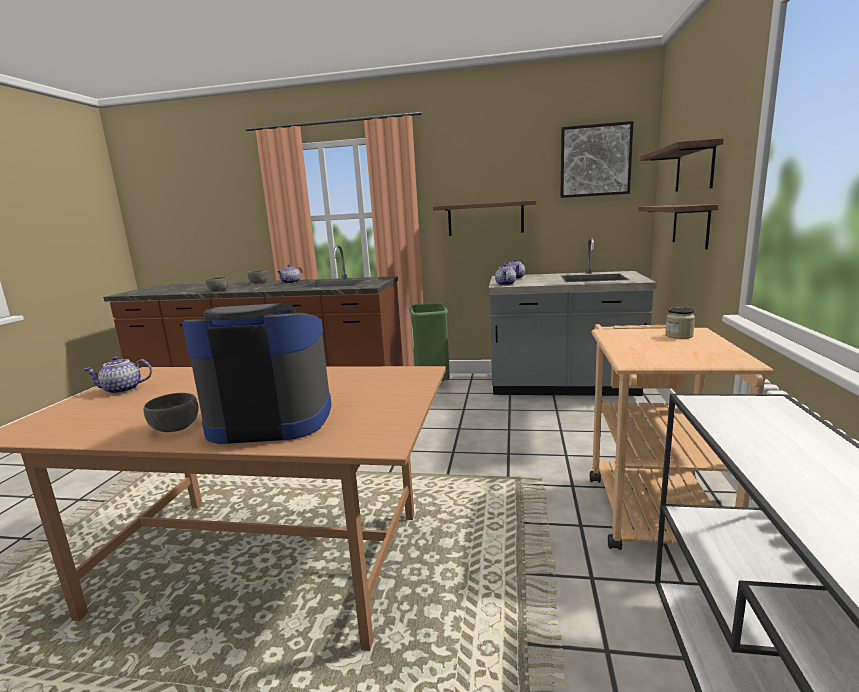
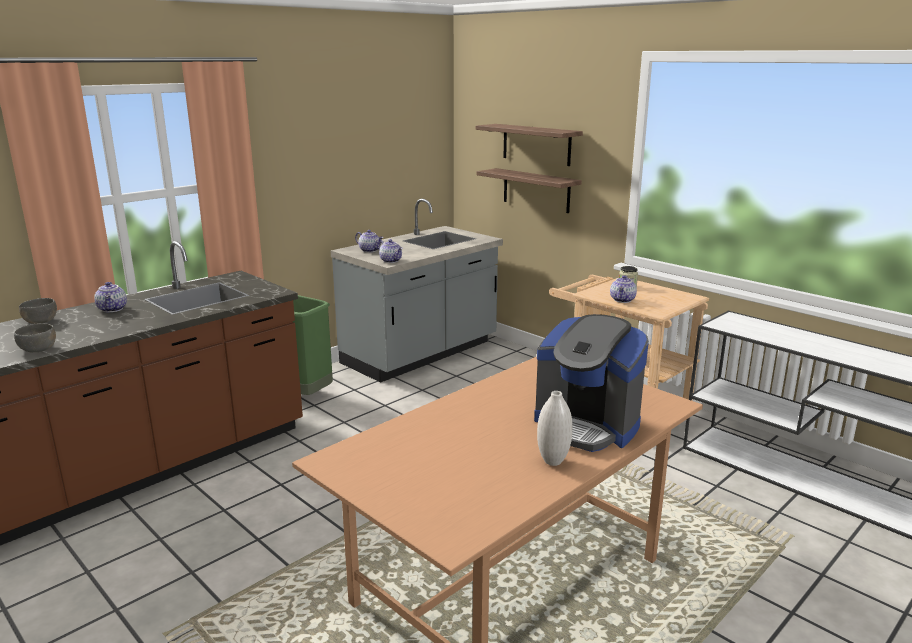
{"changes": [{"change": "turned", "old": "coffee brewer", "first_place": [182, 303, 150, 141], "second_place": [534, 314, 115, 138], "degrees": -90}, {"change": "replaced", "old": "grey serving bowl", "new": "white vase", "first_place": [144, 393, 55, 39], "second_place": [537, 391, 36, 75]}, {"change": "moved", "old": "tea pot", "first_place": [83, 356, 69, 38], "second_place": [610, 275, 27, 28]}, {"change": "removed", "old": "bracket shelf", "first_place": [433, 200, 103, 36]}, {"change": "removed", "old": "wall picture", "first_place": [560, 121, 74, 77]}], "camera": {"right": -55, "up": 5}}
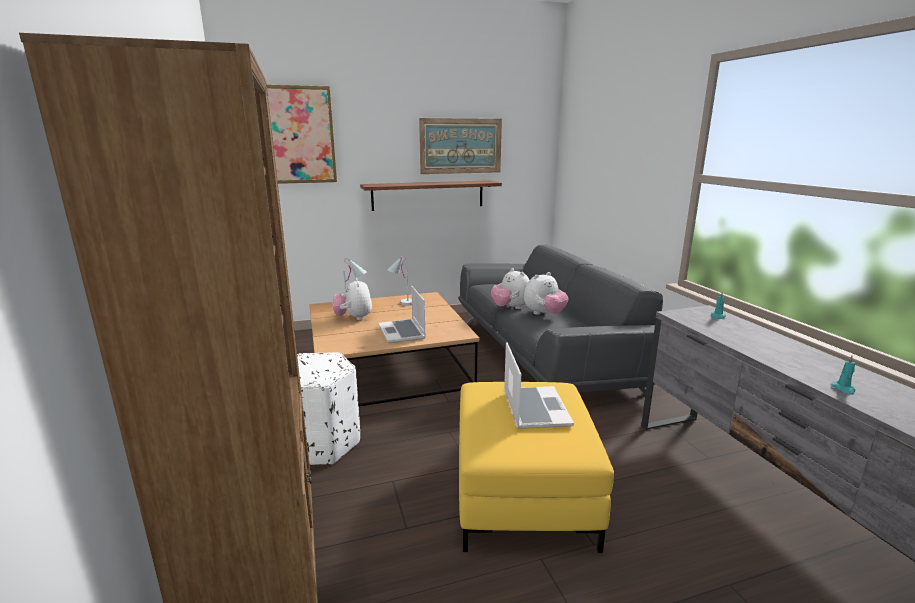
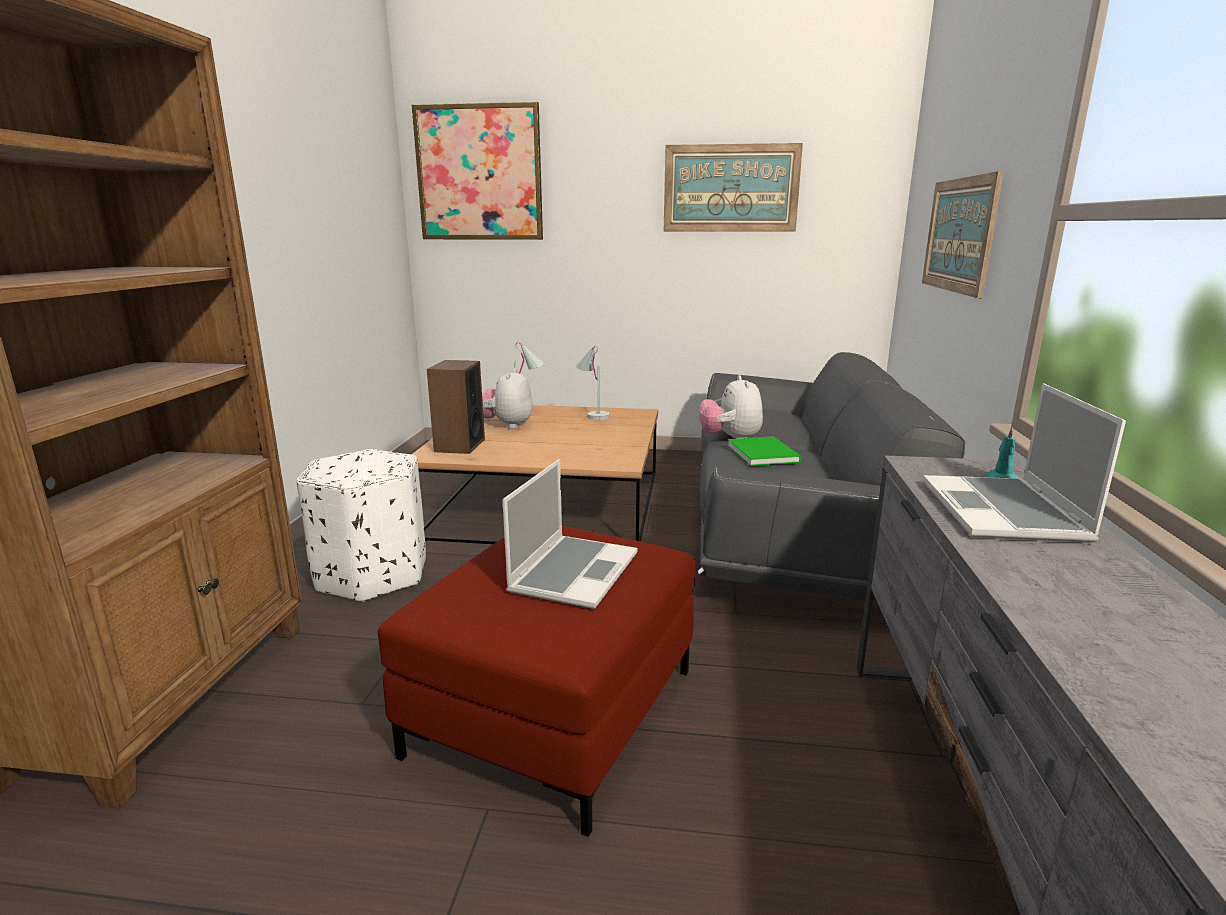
{"changes": [{"change": "recoloured", "old": "yellow-coloured pouffe", "new": "reddish pouffe", "first_place": [459, 382, 155, 171], "second_place": [377, 526, 318, 311]}, {"change": "added", "new": "loudspeaker", "second_place": [427, 360, 58, 94]}, {"change": "replaced", "old": "soft toy", "new": "greenish bound book", "first_place": [524, 272, 45, 43], "second_place": [727, 436, 75, 30]}, {"change": "added", "new": "wall picture", "second_place": [922, 171, 82, 127]}, {"change": "moved", "old": "notebook computer", "first_place": [379, 286, 47, 57], "second_place": [923, 383, 203, 160]}, {"change": "removed", "old": "bracket shelf", "first_place": [360, 180, 142, 31]}, {"change": "removed", "old": "turquoise-coloured wax light", "first_place": [831, 355, 25, 40]}], "camera": {"right": 25, "up": 0}}
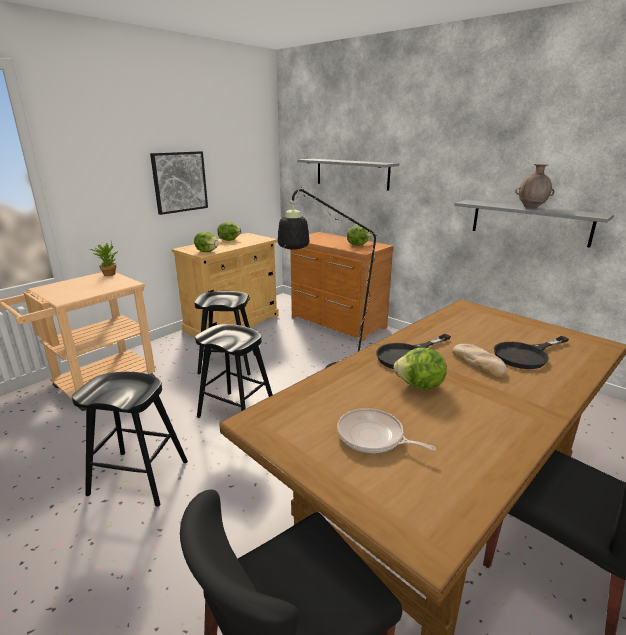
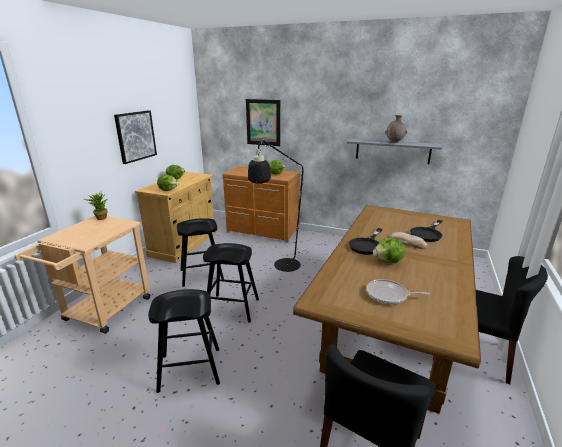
{"changes": [{"change": "replaced", "old": "grey bracket shelf", "new": "wall picture", "first_place": [297, 159, 103, 32], "second_place": [246, 99, 34, 47]}], "camera": {"right": -20, "up": 0}}
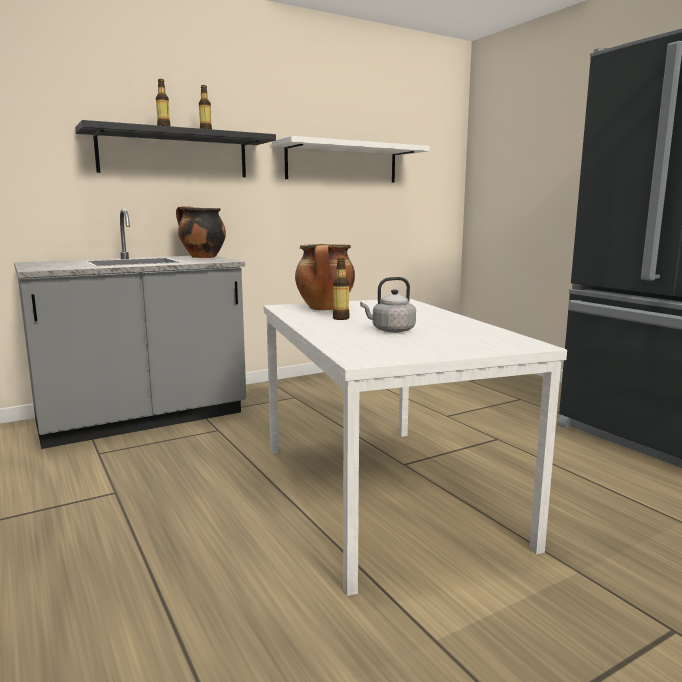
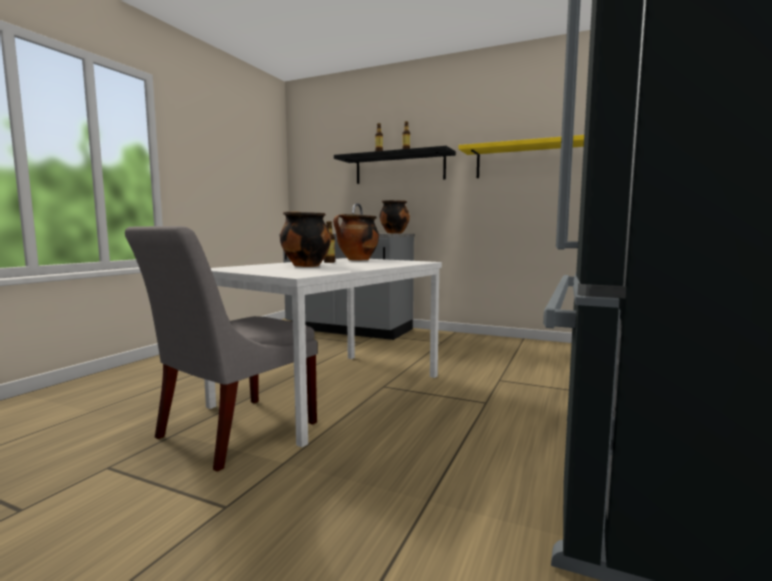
{"changes": [{"change": "added", "new": "grey chair", "second_place": [125, 226, 193, 246]}, {"change": "replaced", "old": "grey tea kettle", "new": "cooking pot", "first_place": [360, 277, 56, 56], "second_place": [280, 211, 51, 56]}, {"change": "recoloured", "old": "white bracket shelf", "new": "yellow-coloured bracket shelf", "first_place": [272, 136, 157, 47], "second_place": [458, 135, 126, 43]}], "camera": {"right": 55, "up": -5}}
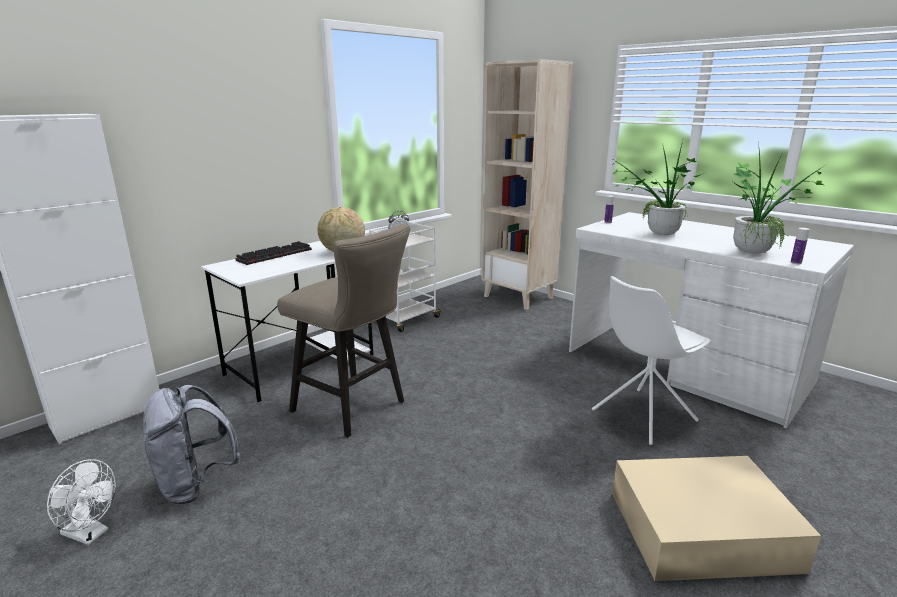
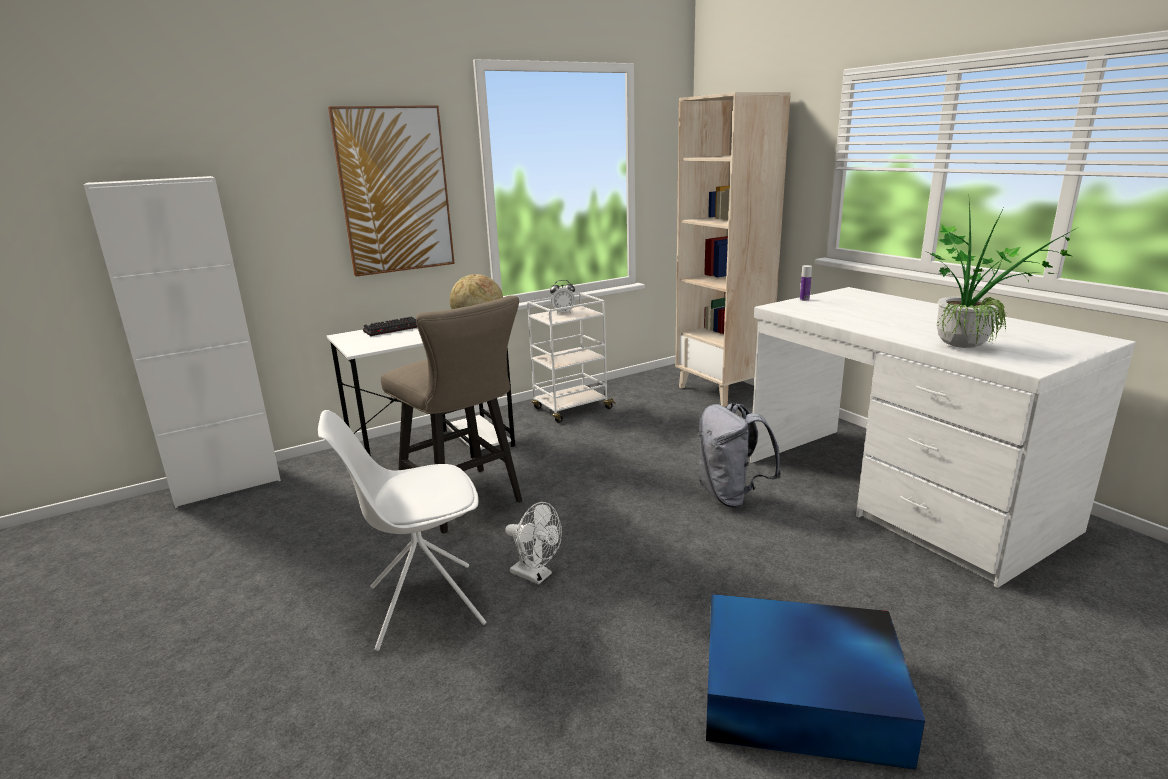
{"changes": [{"change": "moved", "old": "white chair", "first_place": [592, 276, 118, 169], "second_place": [318, 410, 168, 241]}, {"change": "added", "new": "wall picture", "second_place": [328, 105, 127, 172]}, {"change": "moved", "old": "white fan", "first_place": [47, 459, 69, 86], "second_place": [505, 502, 57, 83]}, {"change": "moved", "old": "grey rucksack", "first_place": [142, 385, 99, 119], "second_place": [698, 403, 83, 105]}, {"change": "recoloured", "old": "beige-coloured storage box", "new": "bluish storage box", "first_place": [612, 456, 209, 125], "second_place": [706, 594, 219, 176]}, {"change": "removed", "old": "potted plant", "first_place": [611, 141, 95, 94]}, {"change": "removed", "old": "bottle", "first_place": [791, 228, 19, 36]}], "camera": {"right": 15, "up": 0}}
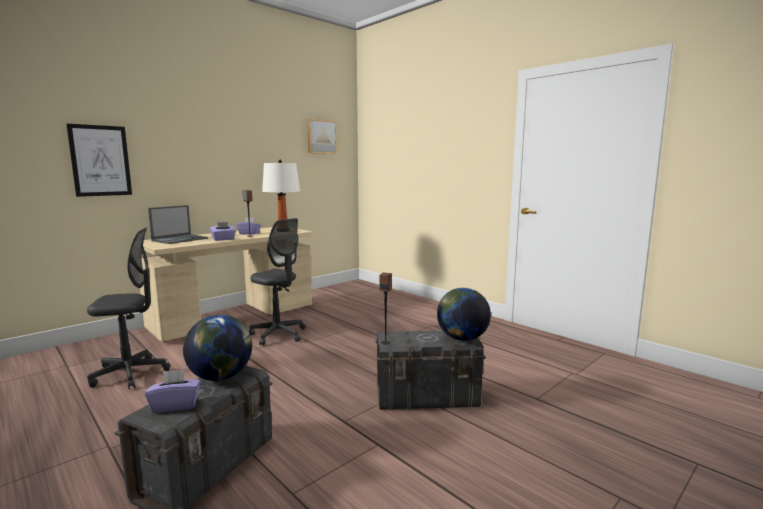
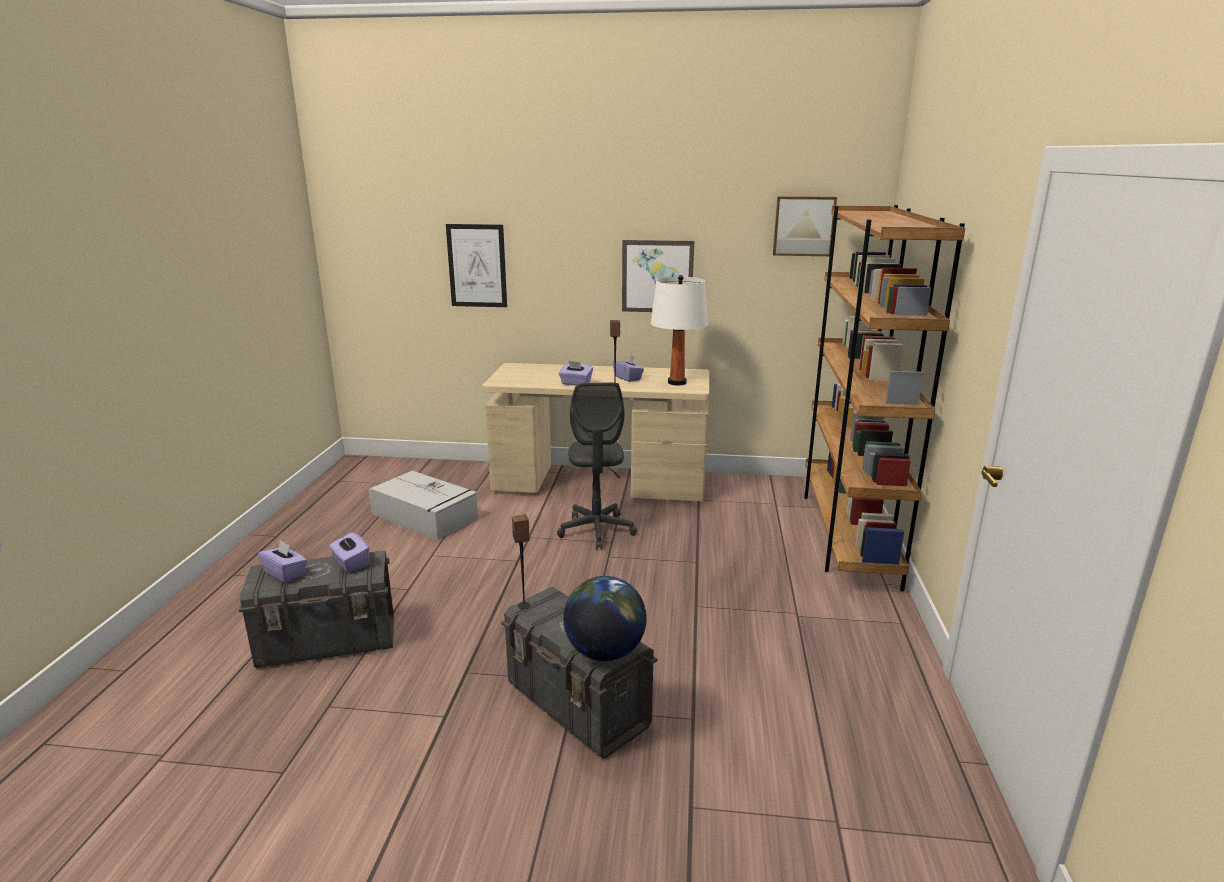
{"changes": [{"change": "replaced", "old": "world globe", "new": "purple tissue box", "first_place": [183, 315, 69, 66], "second_place": [329, 532, 41, 41]}, {"change": "replaced", "old": "grey computer chair", "new": "grey storage box", "first_place": [87, 227, 84, 162], "second_place": [368, 471, 110, 69]}, {"change": "added", "new": "wall picture", "second_place": [622, 240, 72, 72]}, {"change": "added", "new": "brownish bookshelf", "second_place": [804, 205, 161, 387]}, {"change": "removed", "old": "notebook computer", "first_place": [148, 205, 60, 39]}], "camera": {"right": 50, "up": 10}}
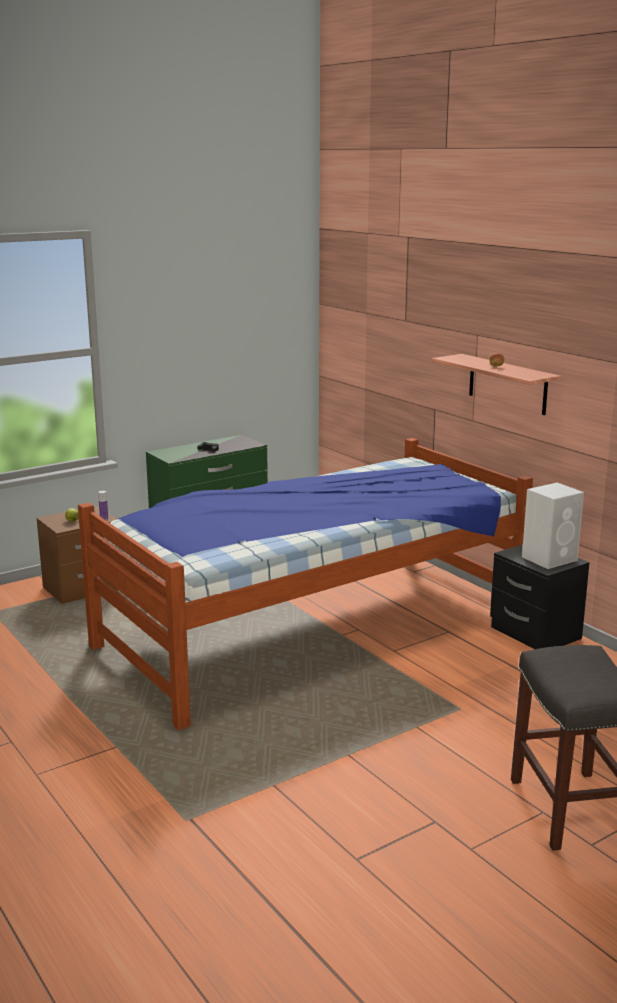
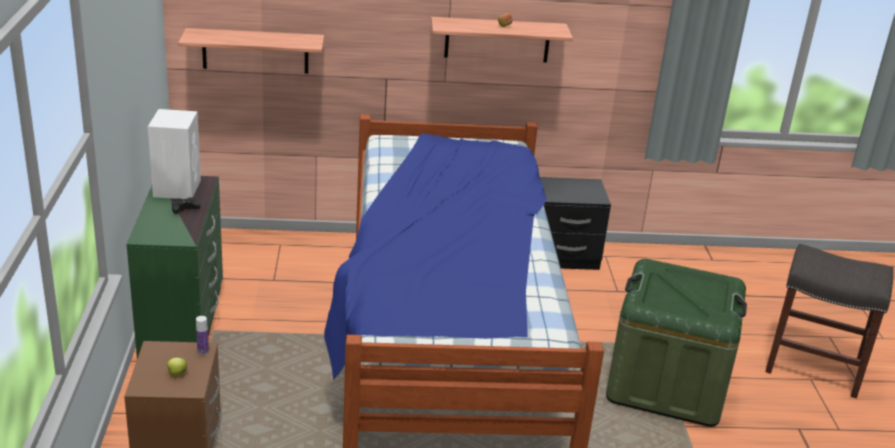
{"changes": [{"change": "moved", "old": "white loudspeaker", "first_place": [522, 483, 62, 86], "second_place": [148, 109, 53, 90]}, {"change": "added", "new": "bracket shelf", "second_place": [178, 28, 146, 46]}, {"change": "added", "new": "greenish storage box", "second_place": [606, 259, 141, 168]}], "camera": {"right": -60, "up": 10}}
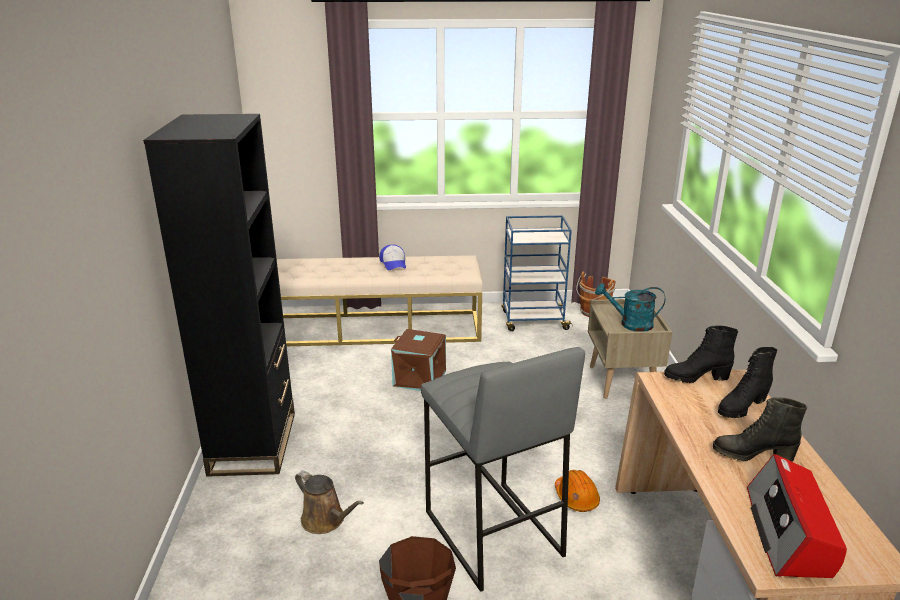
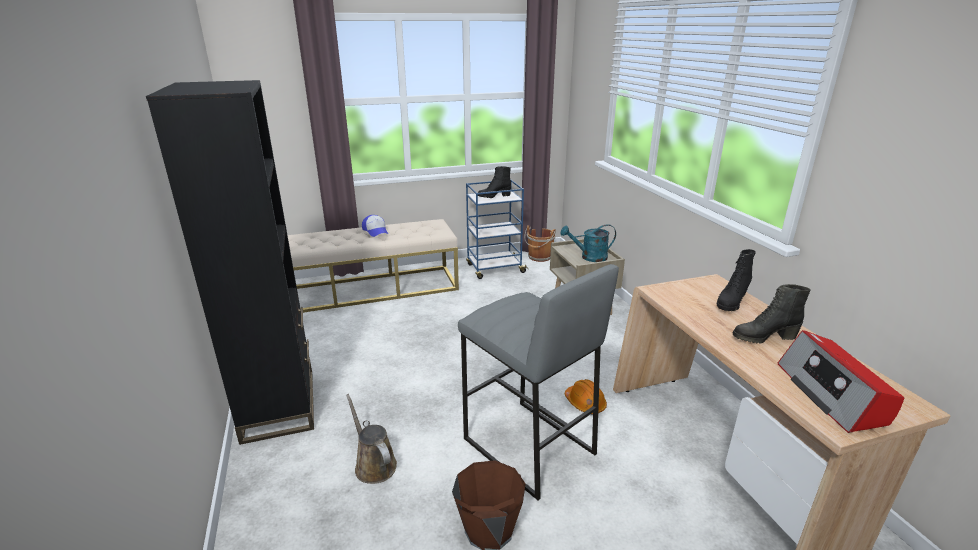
{"changes": [{"change": "turned", "old": "brownish watering pot", "first_place": [295, 470, 69, 64], "second_place": [346, 394, 51, 90], "degrees": -150}, {"change": "moved", "old": "black boot", "first_place": [664, 326, 74, 57], "second_place": [478, 166, 33, 32]}, {"change": "removed", "old": "brownish storage box", "first_place": [391, 329, 55, 62]}], "camera": {"right": -15, "up": 0}}
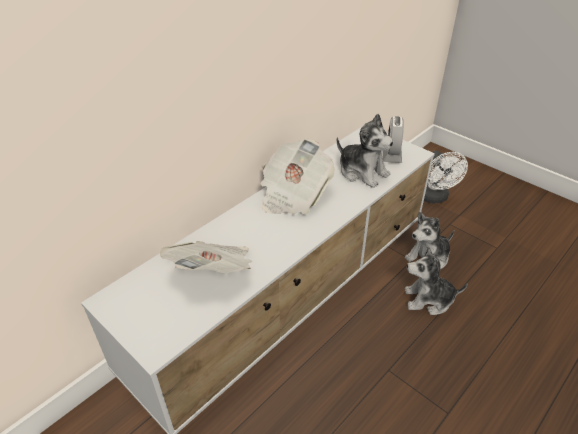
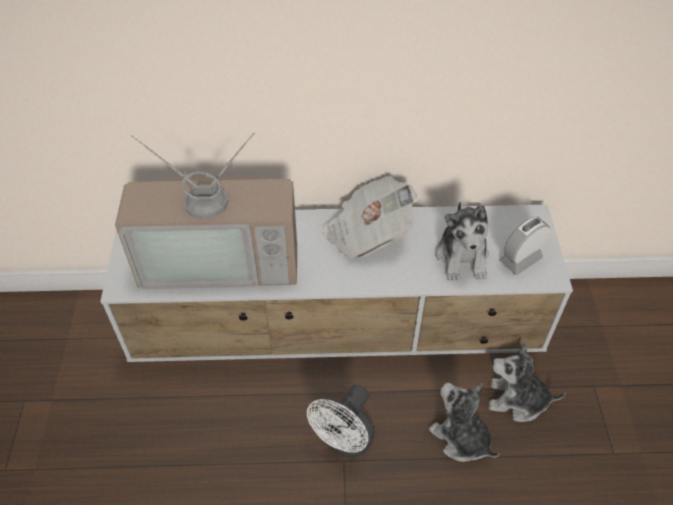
{"changes": [{"change": "replaced", "old": "printed paper", "new": "TV set", "first_place": [160, 241, 93, 32], "second_place": [115, 133, 182, 156]}, {"change": "moved", "old": "white fan", "first_place": [424, 151, 44, 52], "second_place": [307, 385, 68, 73]}], "camera": {"right": 45, "up": 10}}
